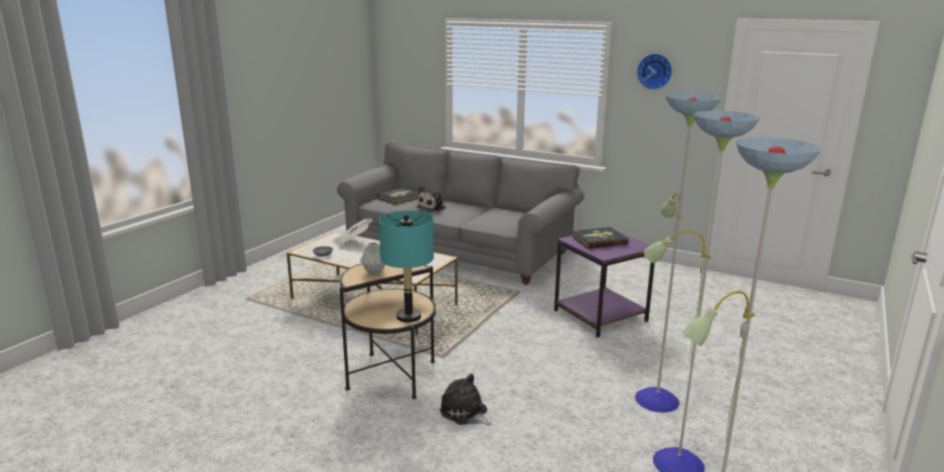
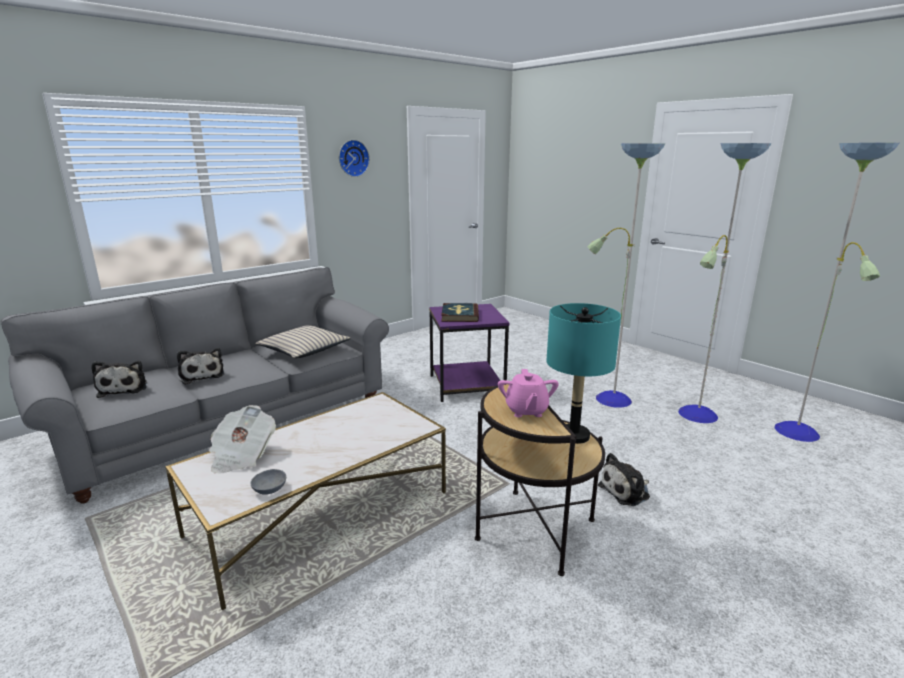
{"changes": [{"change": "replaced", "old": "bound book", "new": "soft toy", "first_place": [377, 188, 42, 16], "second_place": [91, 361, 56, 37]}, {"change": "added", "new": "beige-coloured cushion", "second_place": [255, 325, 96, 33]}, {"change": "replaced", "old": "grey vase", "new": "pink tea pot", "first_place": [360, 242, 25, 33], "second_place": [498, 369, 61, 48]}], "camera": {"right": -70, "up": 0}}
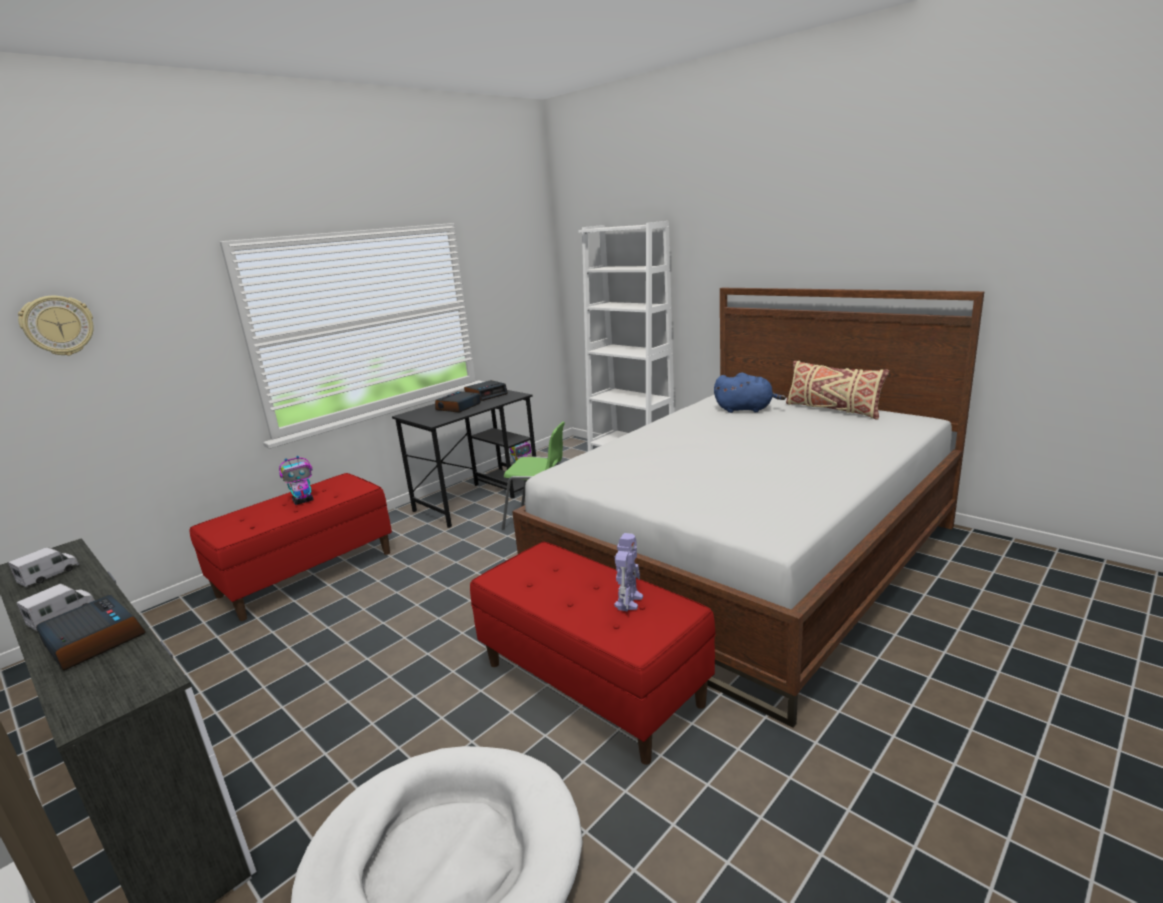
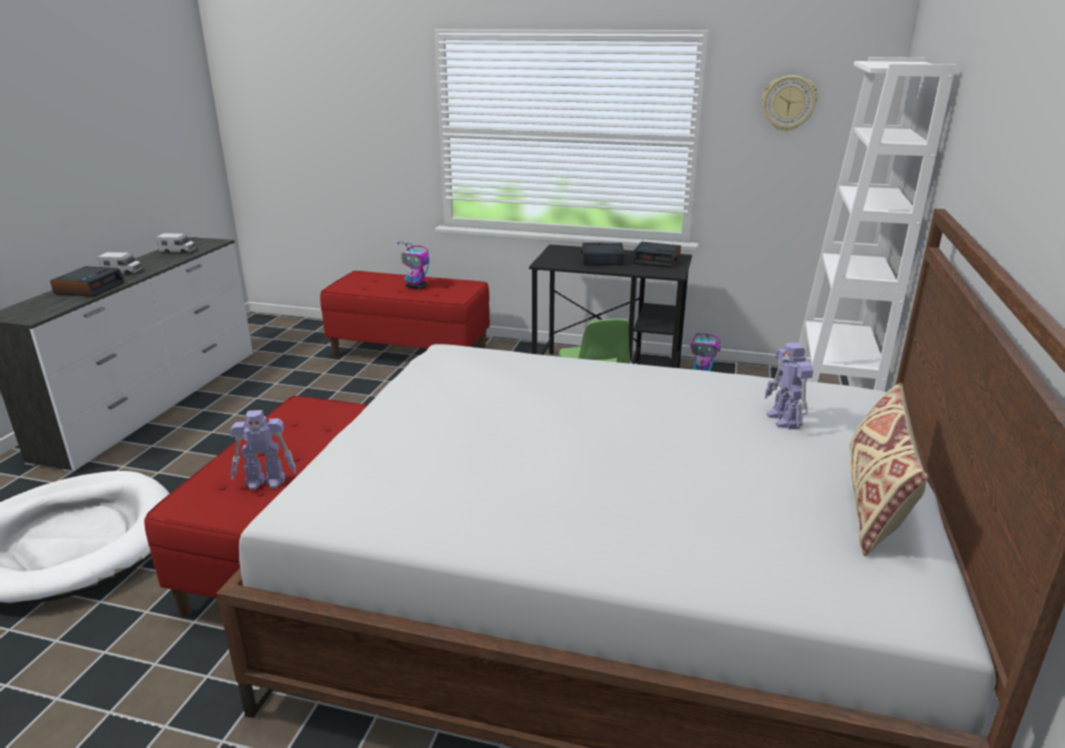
{"changes": [{"change": "moved", "old": "hanging clock", "first_place": [18, 296, 76, 60], "second_place": [762, 75, 56, 56]}, {"change": "replaced", "old": "bluish soft toy", "new": "robot figure", "first_place": [714, 373, 72, 40], "second_place": [765, 342, 48, 87]}], "camera": {"right": 60, "up": 5}}
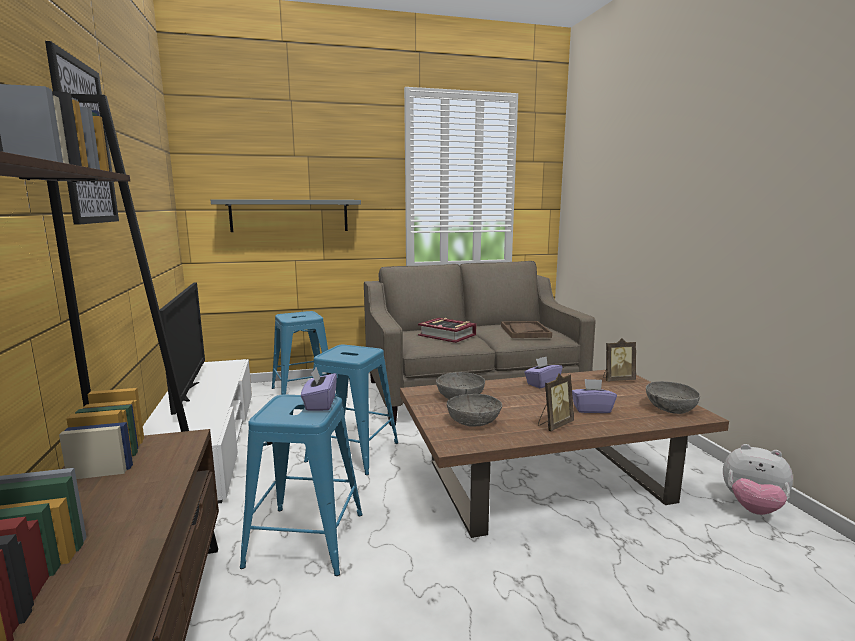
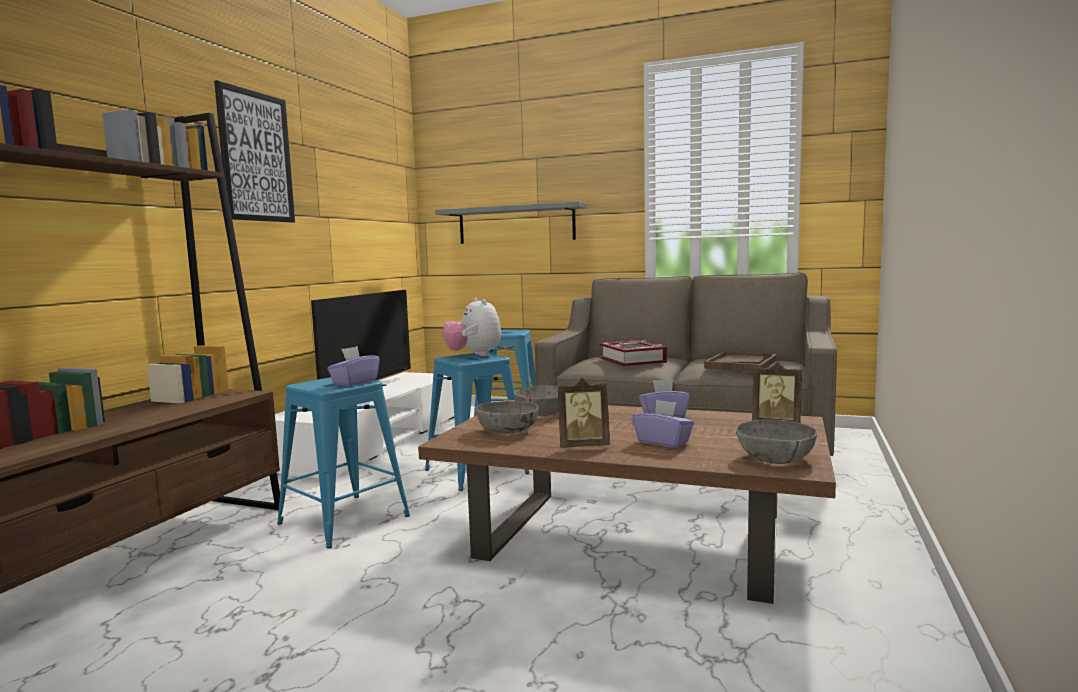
{"changes": [{"change": "moved", "old": "soft toy", "first_place": [723, 444, 70, 71], "second_place": [443, 298, 58, 58]}], "camera": {"right": 35, "up": -5}}
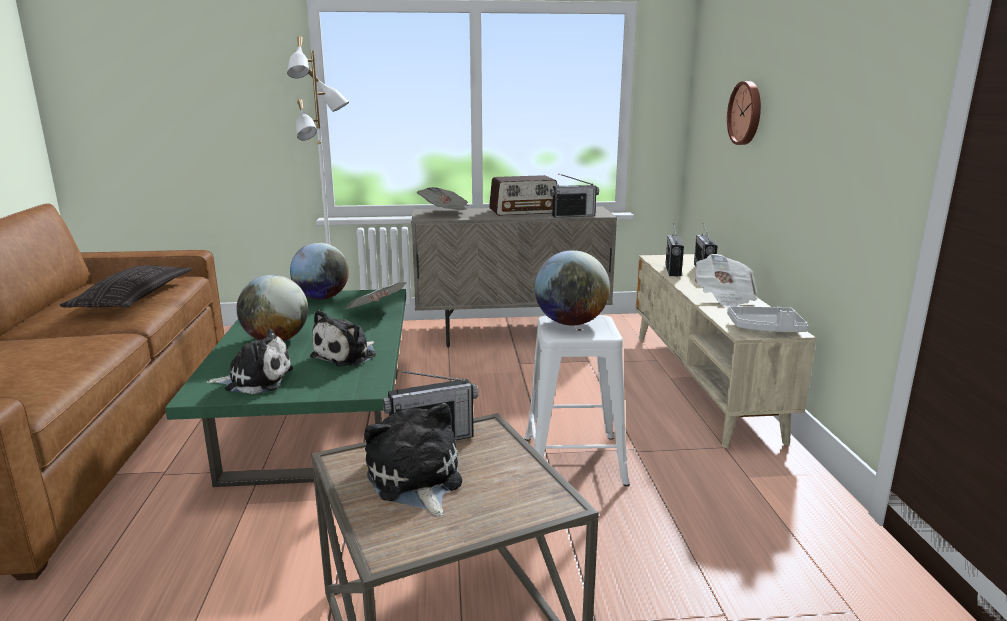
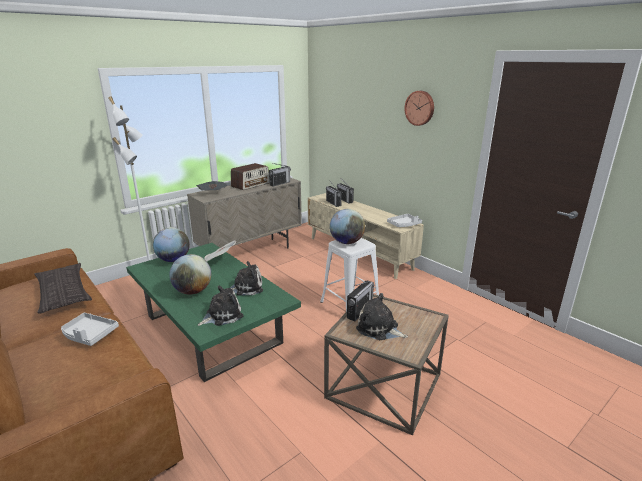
{"changes": [{"change": "added", "new": "grey tray", "second_place": [61, 313, 58, 33]}, {"change": "turned", "old": "soft toy", "first_place": [310, 310, 66, 57], "second_place": [230, 261, 33, 35], "degrees": -105}, {"change": "moved", "old": "hanging clock", "first_place": [727, 81, 34, 64], "second_place": [404, 91, 30, 35]}, {"change": "removed", "old": "printed paper", "first_place": [694, 254, 63, 54]}], "camera": {"right": -35, "up": 5}}
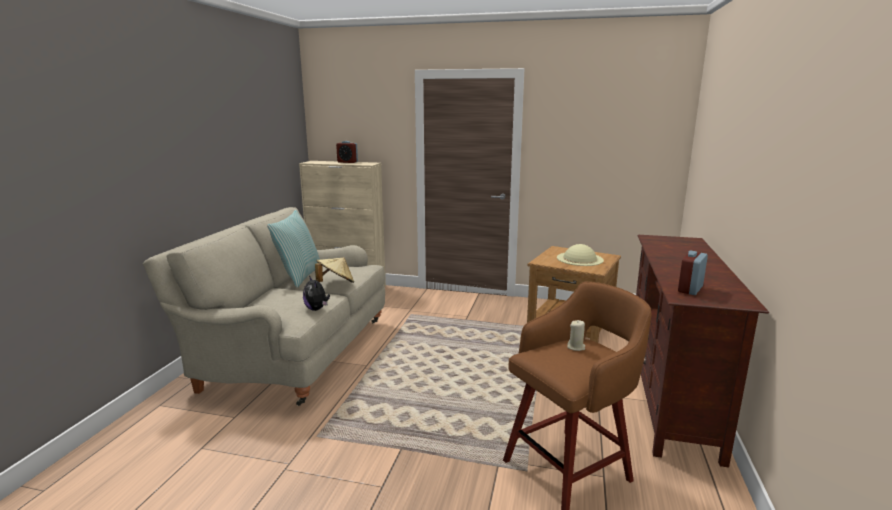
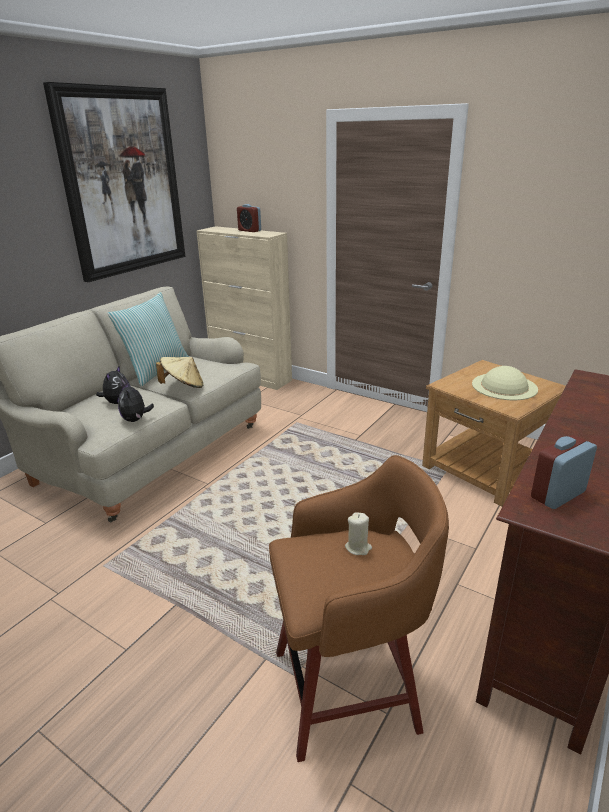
{"changes": [{"change": "added", "new": "wall picture", "second_place": [43, 82, 142, 200]}, {"change": "added", "new": "soft toy", "second_place": [96, 365, 32, 39]}], "camera": {"right": 20, "up": 10}}
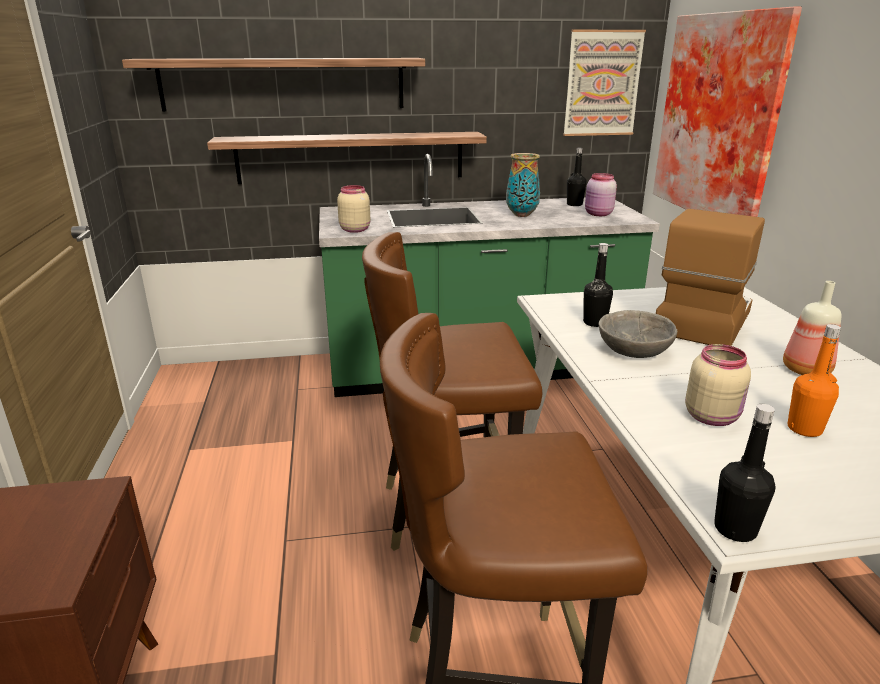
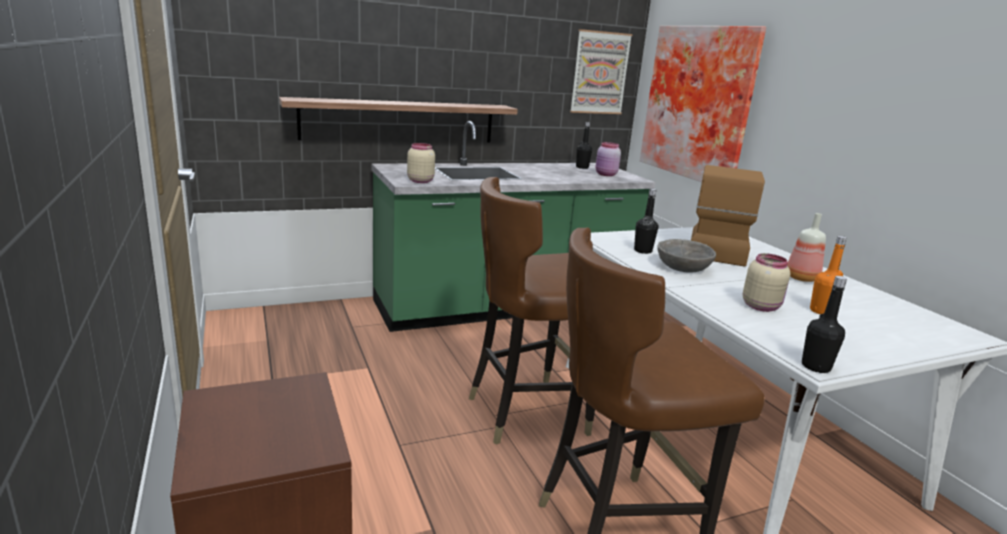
{"changes": [{"change": "removed", "old": "bracket shelf", "first_place": [122, 58, 303, 54]}, {"change": "removed", "old": "vase", "first_place": [506, 153, 34, 64]}], "camera": {"right": -15, "up": -5}}
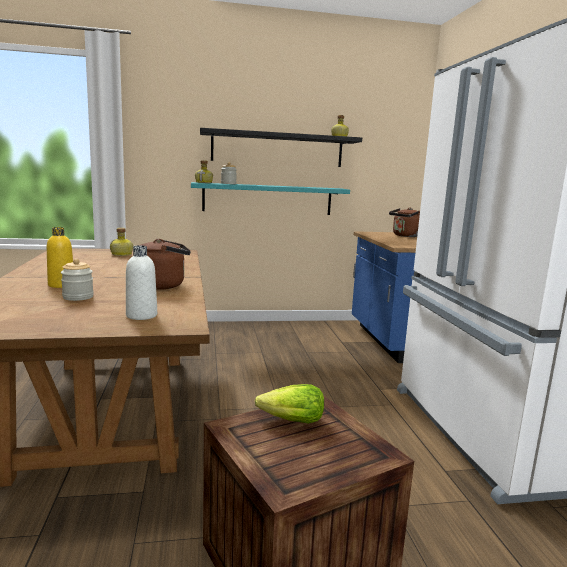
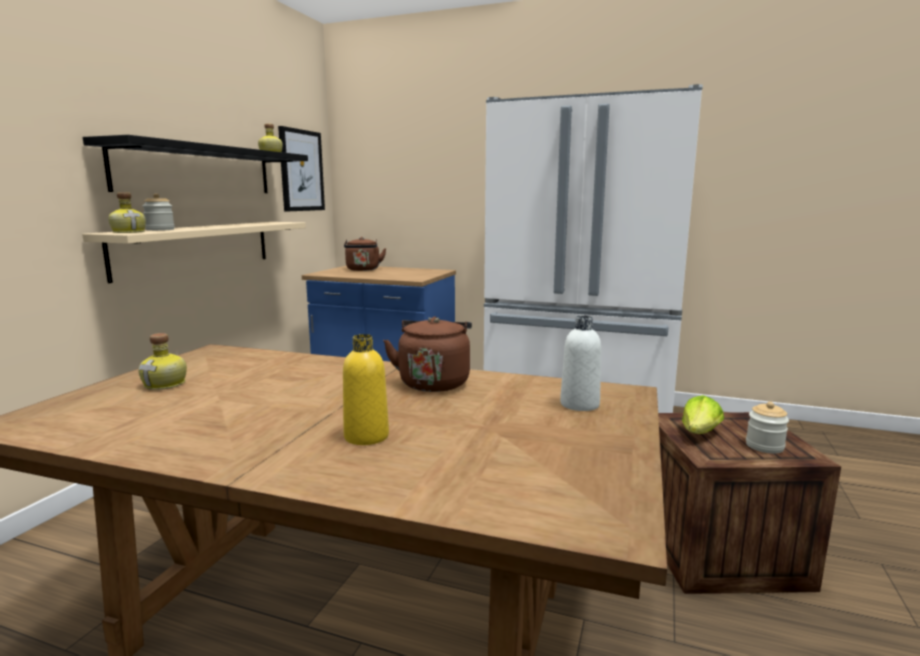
{"changes": [{"change": "recoloured", "old": "turquoise-coloured bracket shelf", "new": "beige-coloured bracket shelf", "first_place": [191, 182, 159, 33], "second_place": [82, 222, 224, 61]}, {"change": "added", "new": "wall picture", "second_place": [278, 126, 47, 85]}, {"change": "moved", "old": "jar", "first_place": [61, 259, 33, 42], "second_place": [746, 402, 43, 52]}], "camera": {"right": -60, "up": 0}}
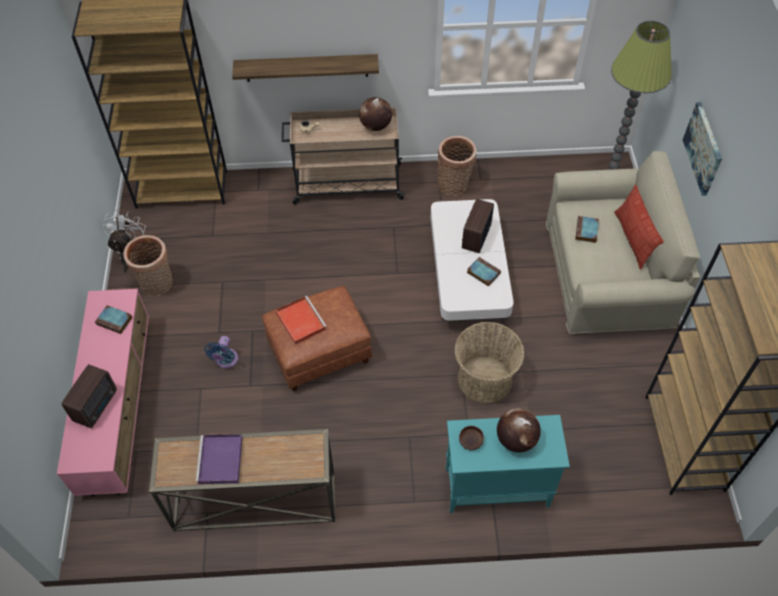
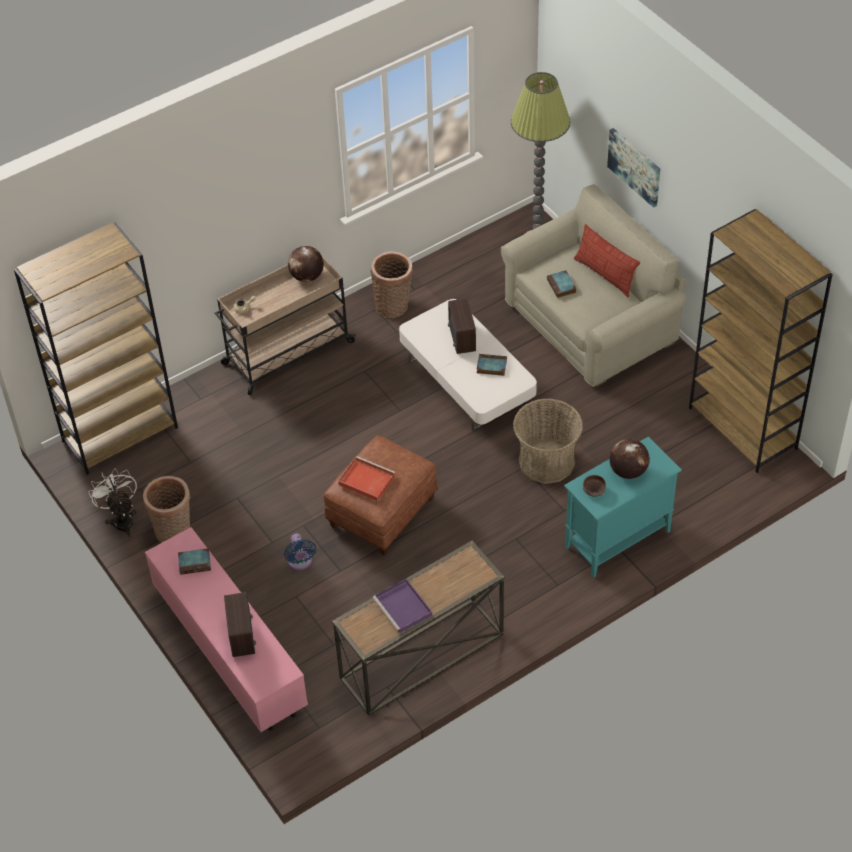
{"changes": [{"change": "removed", "old": "bracket shelf", "first_place": [232, 54, 147, 28]}], "camera": {"right": -30, "up": -5}}
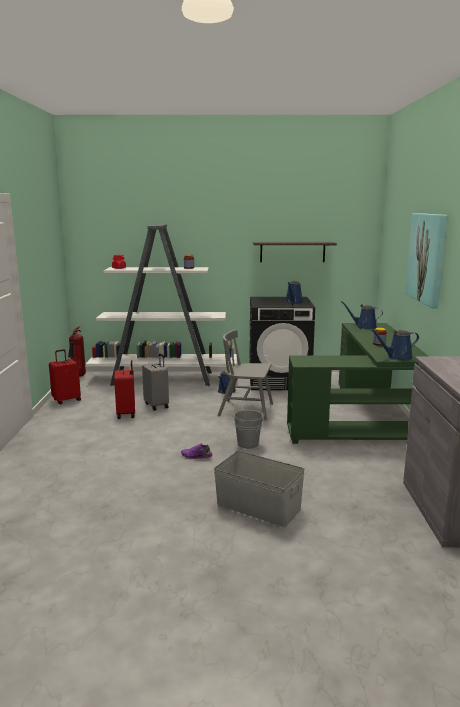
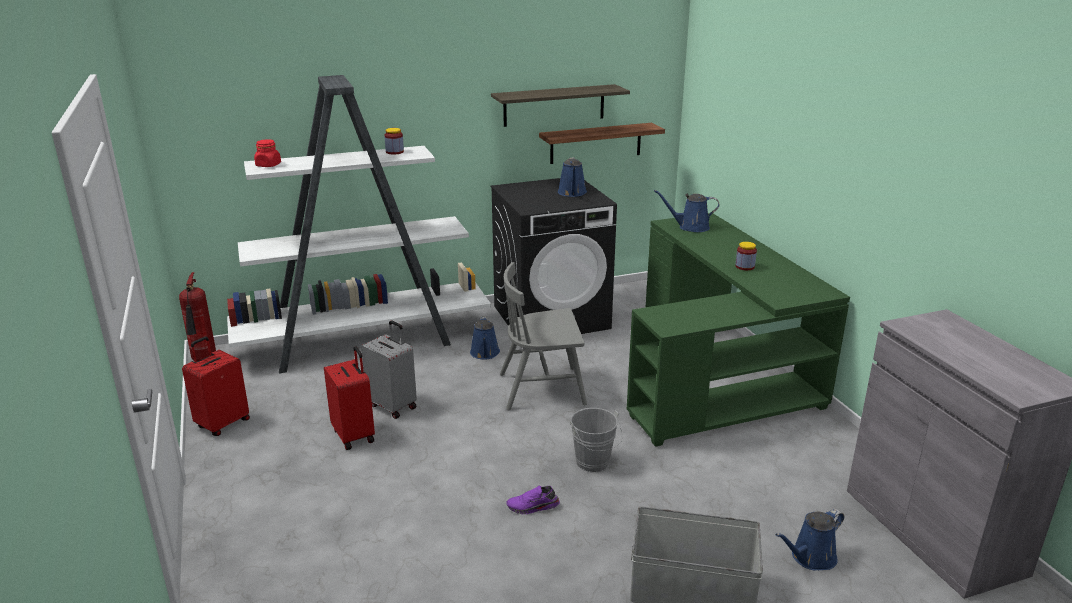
{"changes": [{"change": "added", "new": "bracket shelf", "second_place": [539, 123, 126, 41]}, {"change": "moved", "old": "bluish watering pot", "first_place": [370, 329, 49, 31], "second_place": [775, 509, 69, 61]}, {"change": "removed", "old": "wall picture", "first_place": [405, 213, 43, 96]}], "camera": {"right": -20, "up": 10}}
